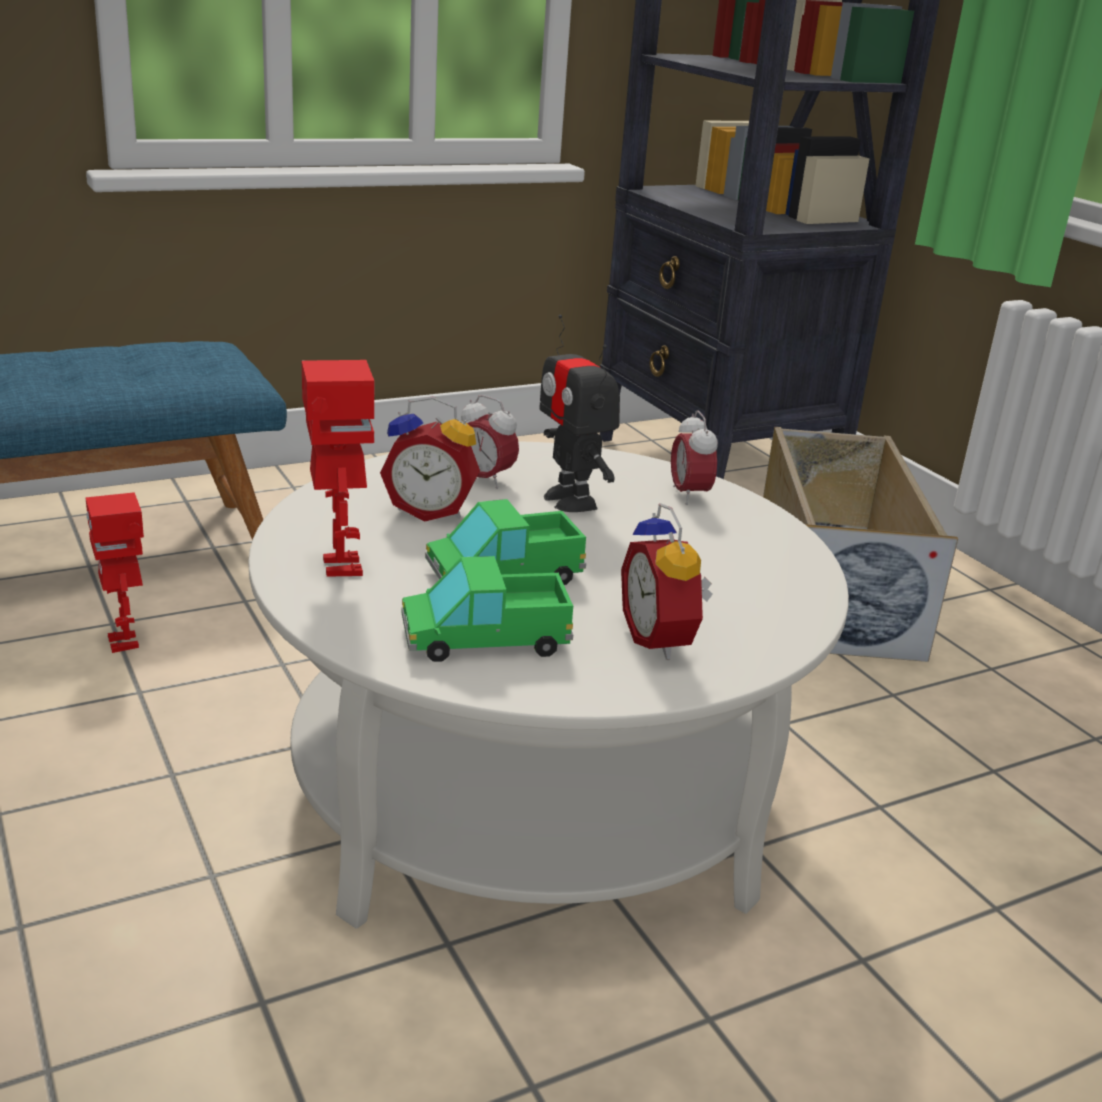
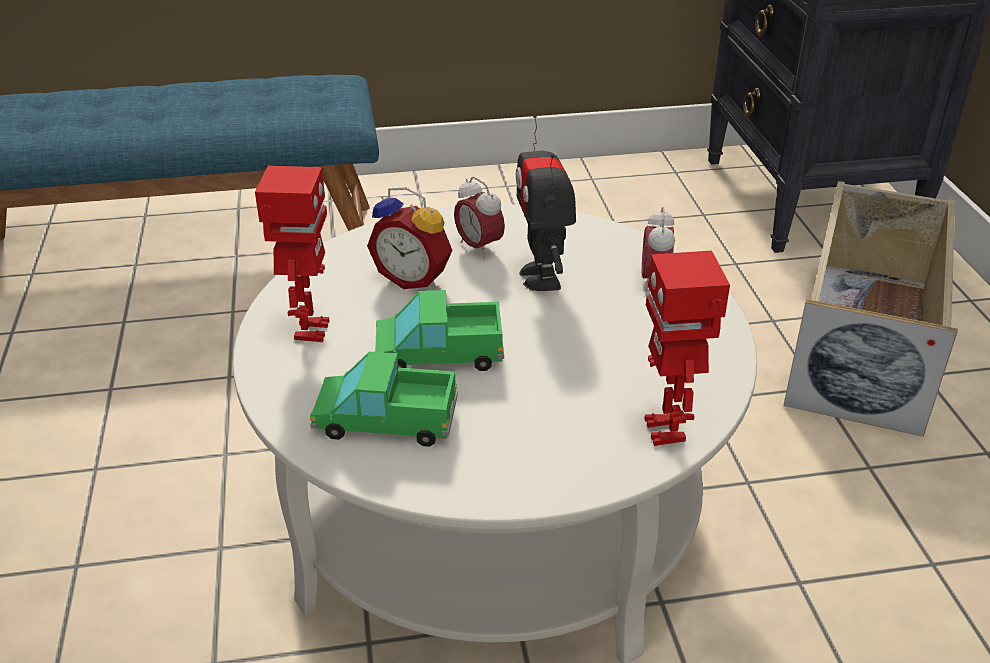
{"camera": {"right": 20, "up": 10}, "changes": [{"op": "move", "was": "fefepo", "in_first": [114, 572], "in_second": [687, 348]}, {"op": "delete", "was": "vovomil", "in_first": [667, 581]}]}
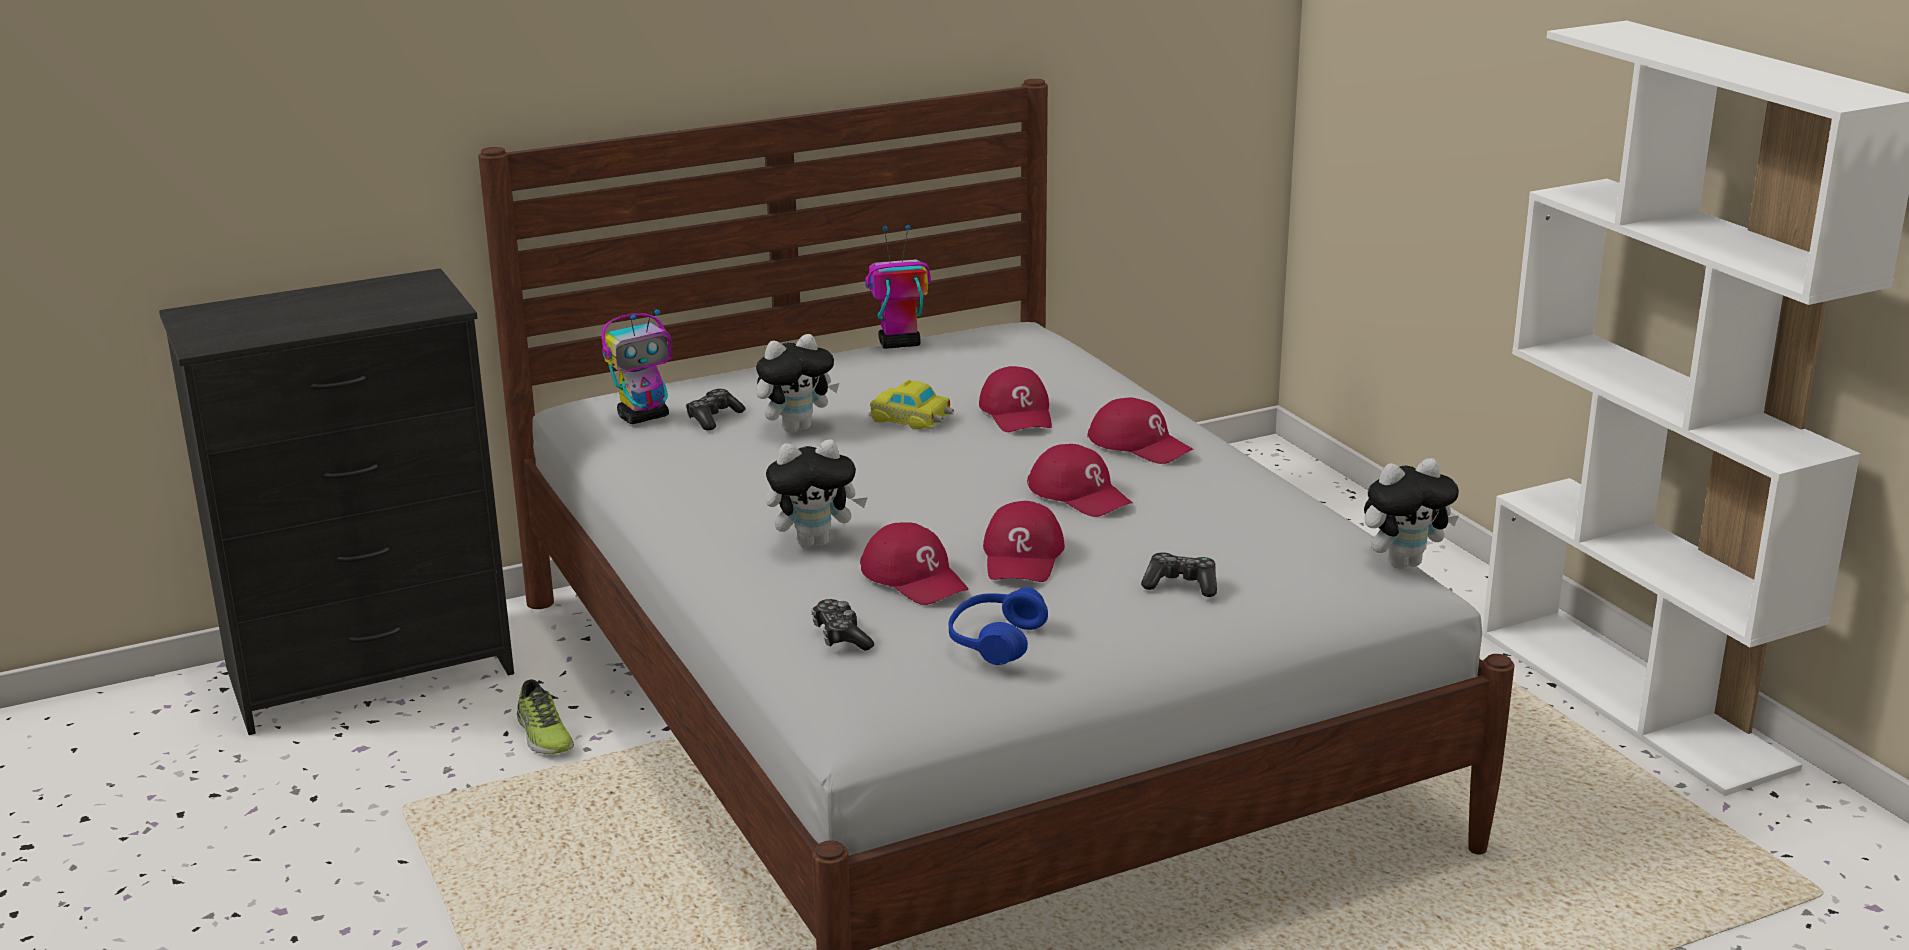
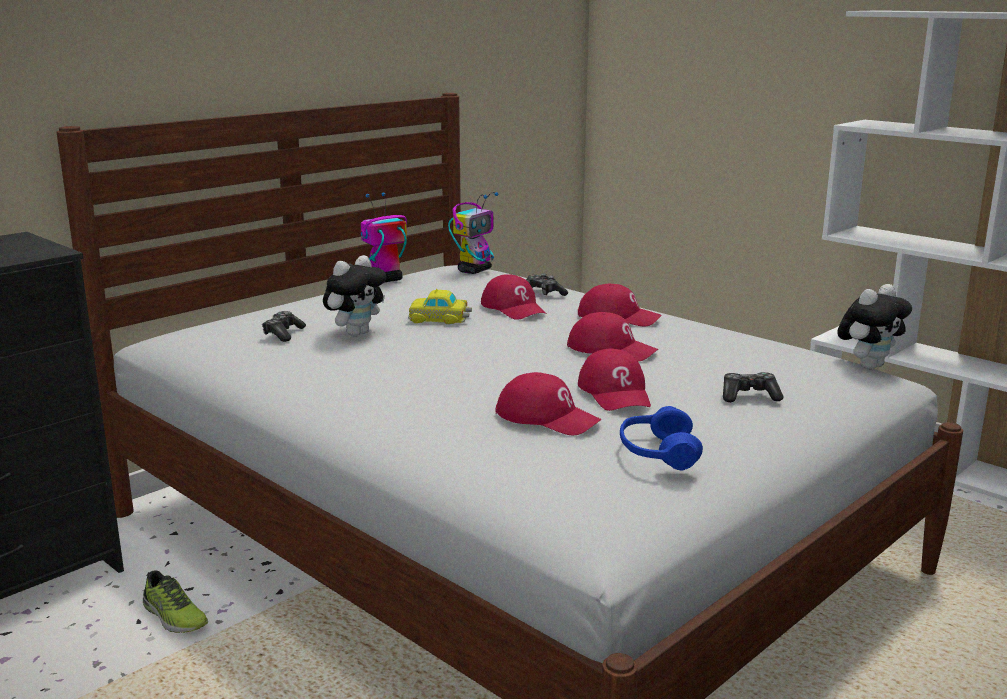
{"camera": {"right": -20, "up": -5}, "changes": [{"op": "move", "was": "fefepo", "in_first": [636, 366], "in_second": [473, 233]}, {"op": "delete", "was": "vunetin", "in_first": [817, 494]}, {"op": "move", "was": "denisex", "in_first": [843, 625], "in_second": [547, 284]}]}
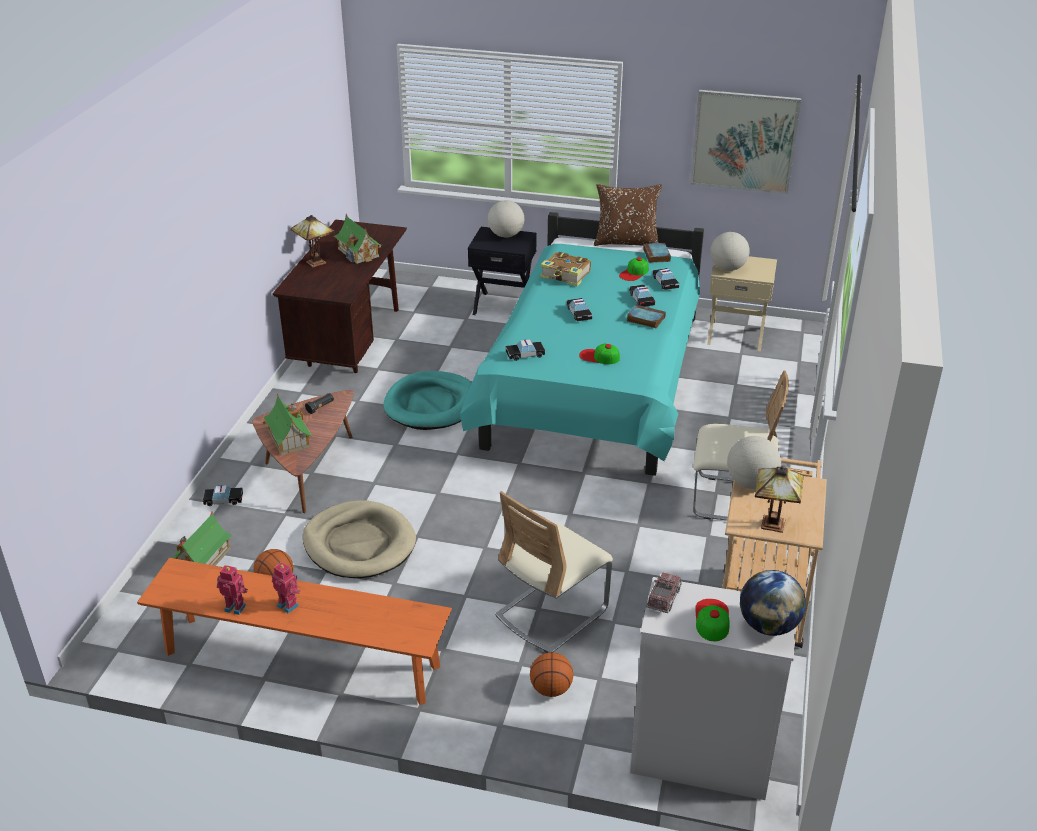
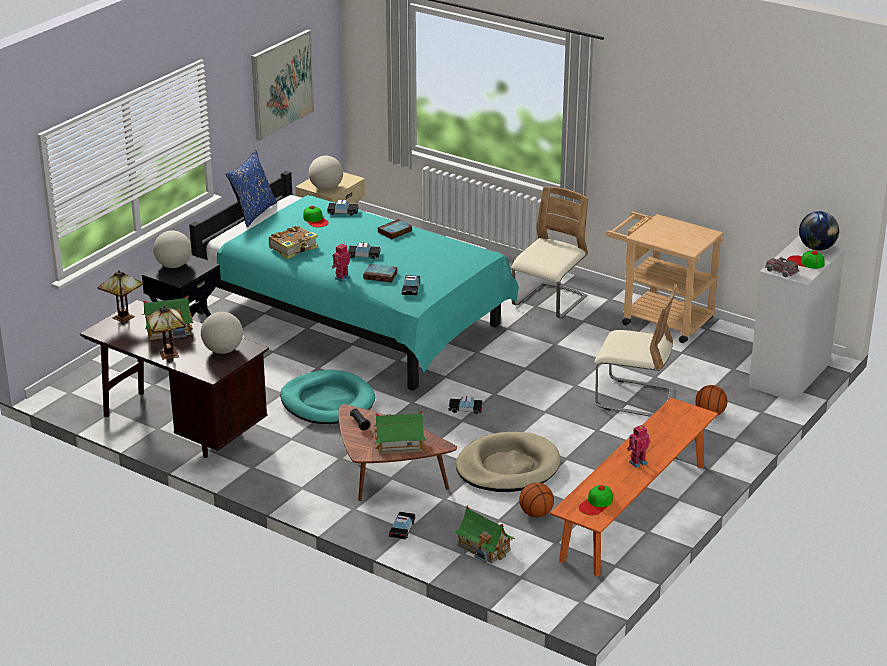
{"camera": {"right": -70, "up": -5}, "changes": [{"op": "recolor", "was": "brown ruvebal", "now": "blue ruvebal", "in_first": [628, 215], "in_second": [251, 188]}, {"op": "move", "was": "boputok", "in_first": [657, 253], "in_second": [380, 273]}, {"op": "move", "was": "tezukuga", "in_first": [642, 296], "in_second": [466, 405]}, {"op": "move", "was": "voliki", "in_first": [599, 353], "in_second": [595, 500]}, {"op": "move", "was": "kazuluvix", "in_first": [754, 462], "in_second": [222, 333]}, {"op": "move", "was": "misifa", "in_first": [779, 499], "in_second": [121, 296]}, {"op": "rotate", "was": "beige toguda", "in_first": [554, 572], "in_second": [635, 350], "clockwise": -45}, {"op": "move", "was": "fefepo", "in_first": [232, 590], "in_second": [341, 262]}]}
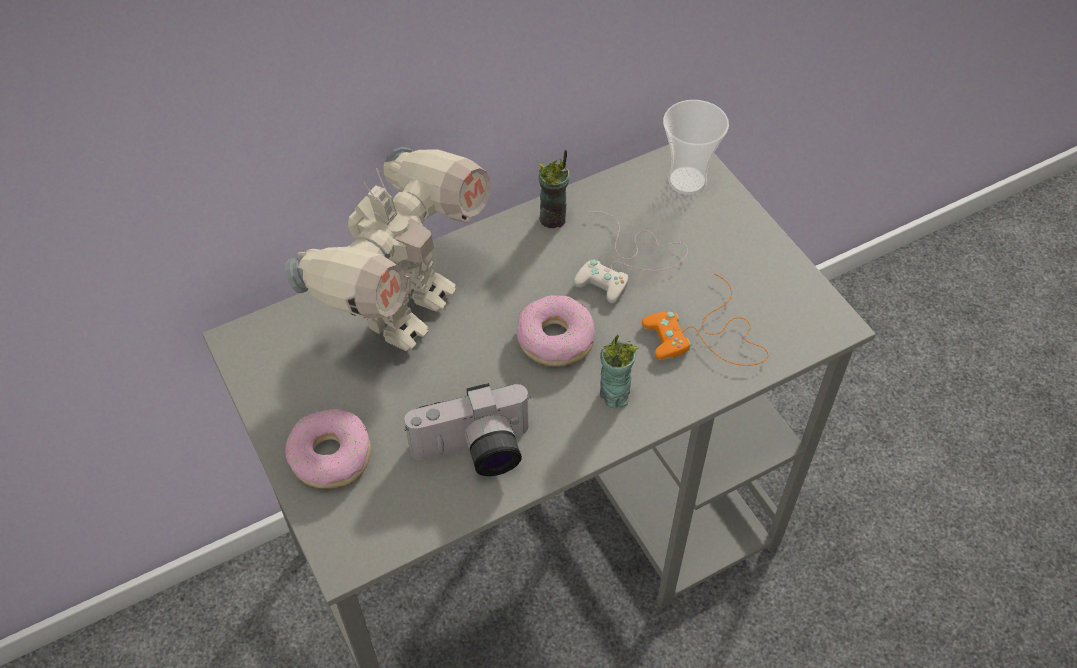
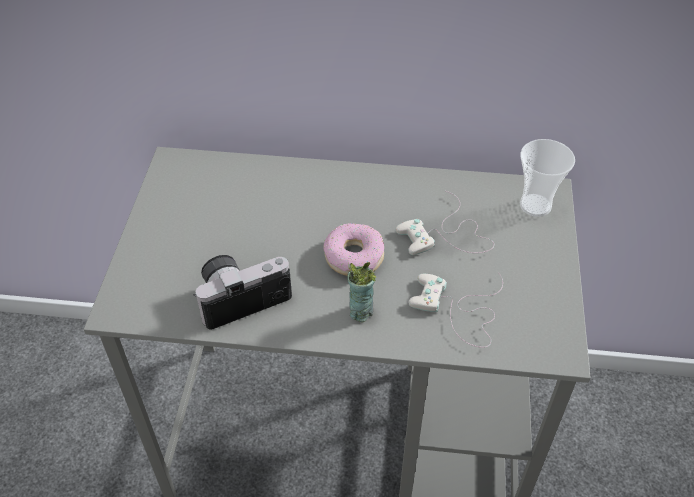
{"camera": {"right": 35, "up": -5}, "changes": [{"op": "delete", "was": "fefepo", "in_first": [388, 249]}, {"op": "delete", "was": "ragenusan", "in_first": [554, 188]}, {"op": "recolor", "was": "orange denisex", "now": "white denisex", "in_first": [705, 320], "in_second": [455, 310]}, {"op": "rotate", "was": "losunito", "in_first": [467, 429], "in_second": [242, 292], "clockwise": 135}, {"op": "delete", "was": "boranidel", "in_first": [328, 449]}]}
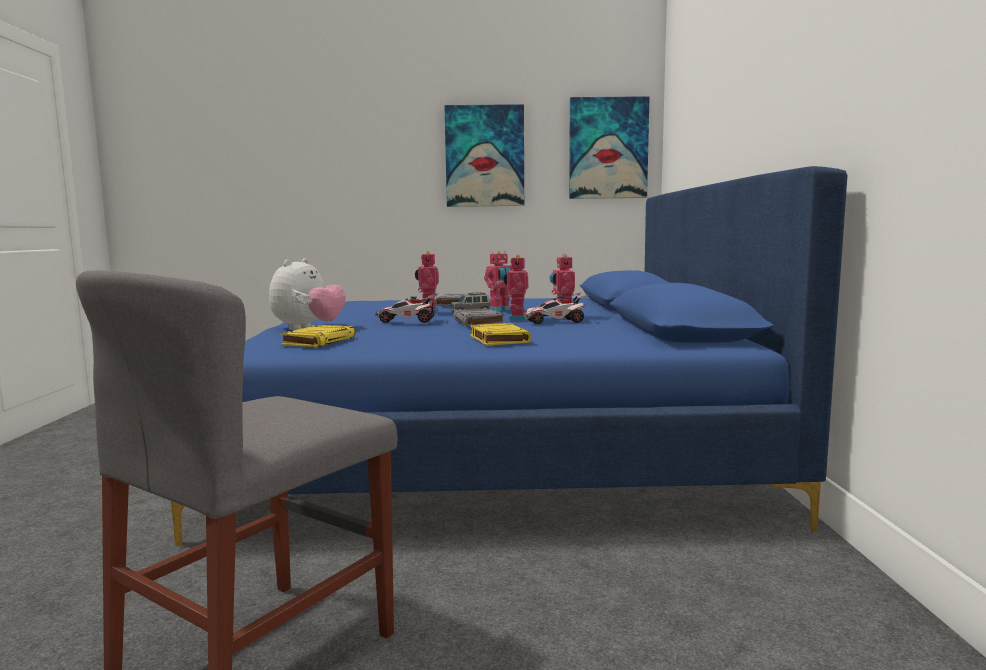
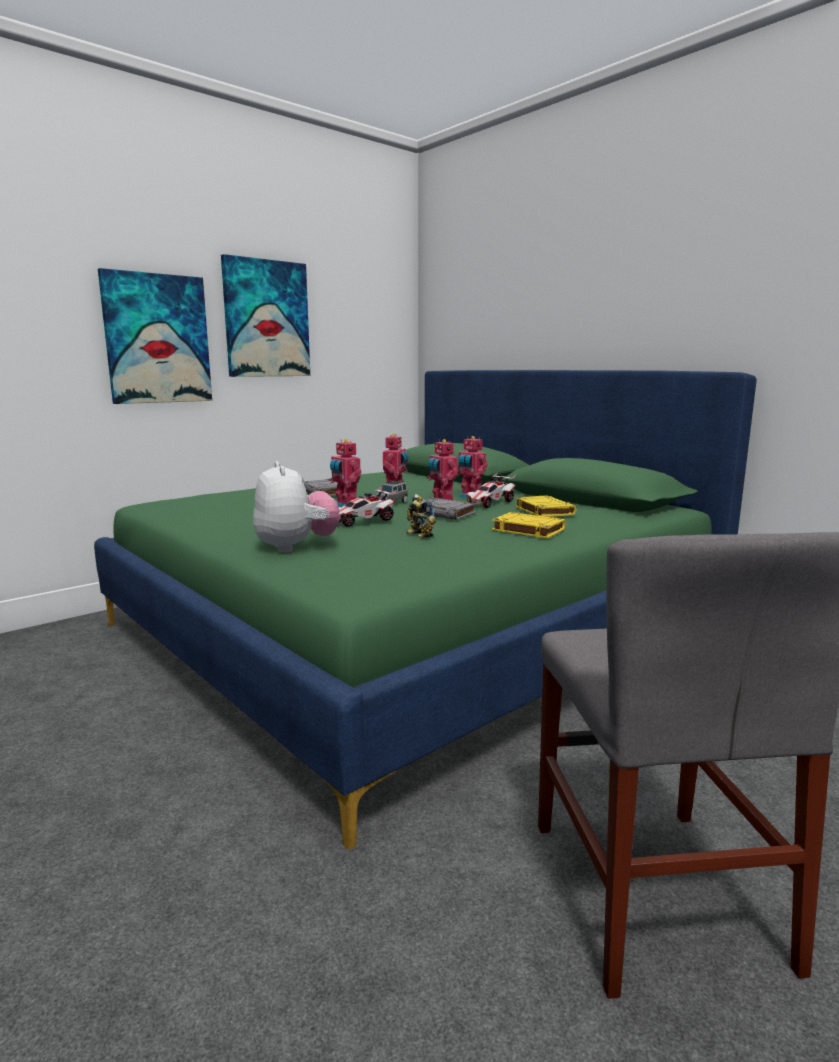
{"camera": {"right": -40, "up": 5}, "changes": [{"op": "move", "was": "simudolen", "in_first": [609, 147], "in_second": [155, 336]}, {"op": "recolor", "was": "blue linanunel", "now": "green linanunel", "in_first": [509, 356], "in_second": [425, 610]}, {"op": "move", "was": "yellow boputok", "in_first": [318, 336], "in_second": [545, 506]}, {"op": "insert", "now": "fefepo", "in_second": [421, 516]}]}
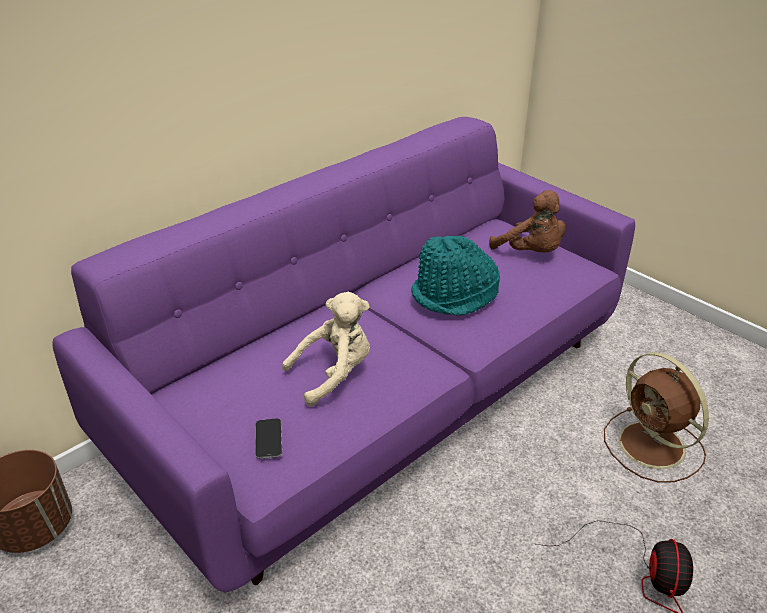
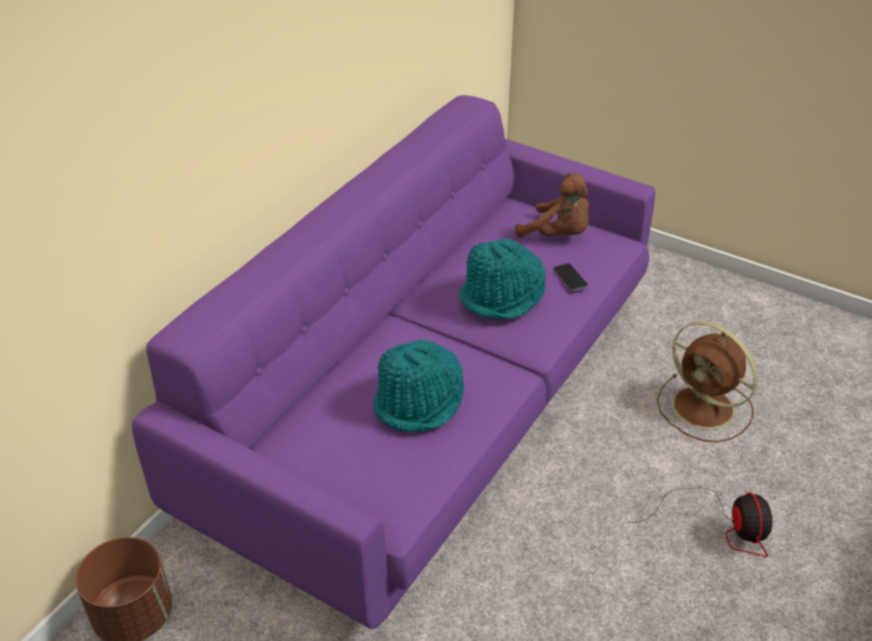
{"camera": {"right": -15, "up": 5}, "changes": [{"op": "replace", "was": "beige vunetin", "now": "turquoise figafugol", "in_first": [326, 349], "in_second": [418, 385]}, {"op": "move", "was": "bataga", "in_first": [268, 439], "in_second": [570, 277]}]}
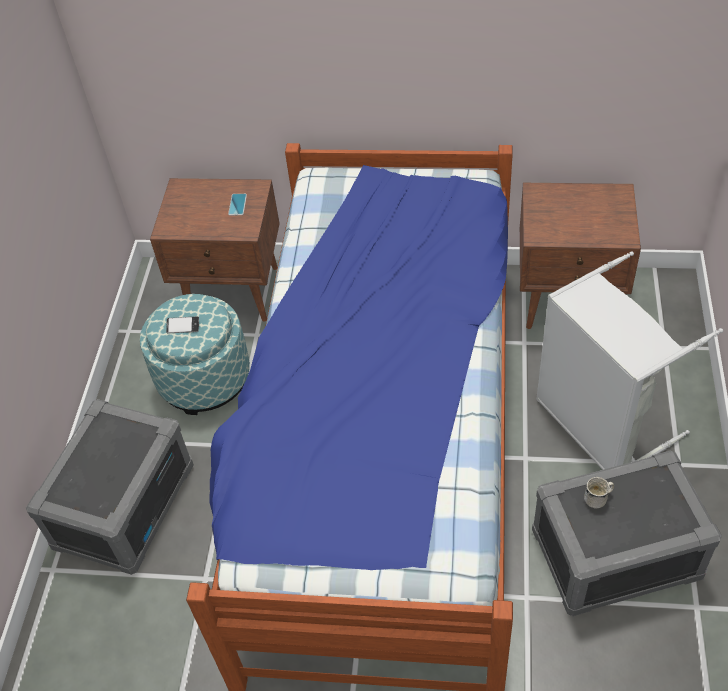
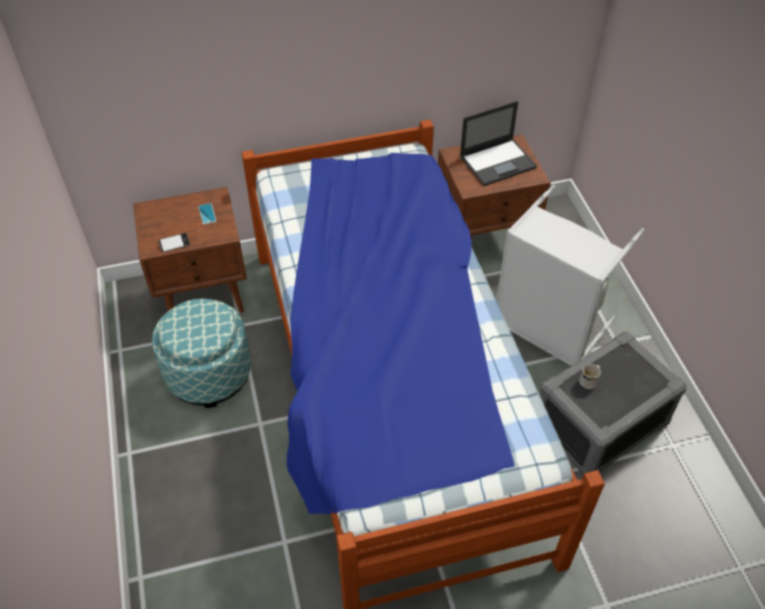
{"camera": {"right": -25, "up": 0}, "changes": [{"op": "move", "was": "bataga", "in_first": [182, 324], "in_second": [174, 242]}, {"op": "delete", "was": "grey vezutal", "in_first": [110, 487]}, {"op": "insert", "now": "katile", "in_second": [498, 143]}]}
